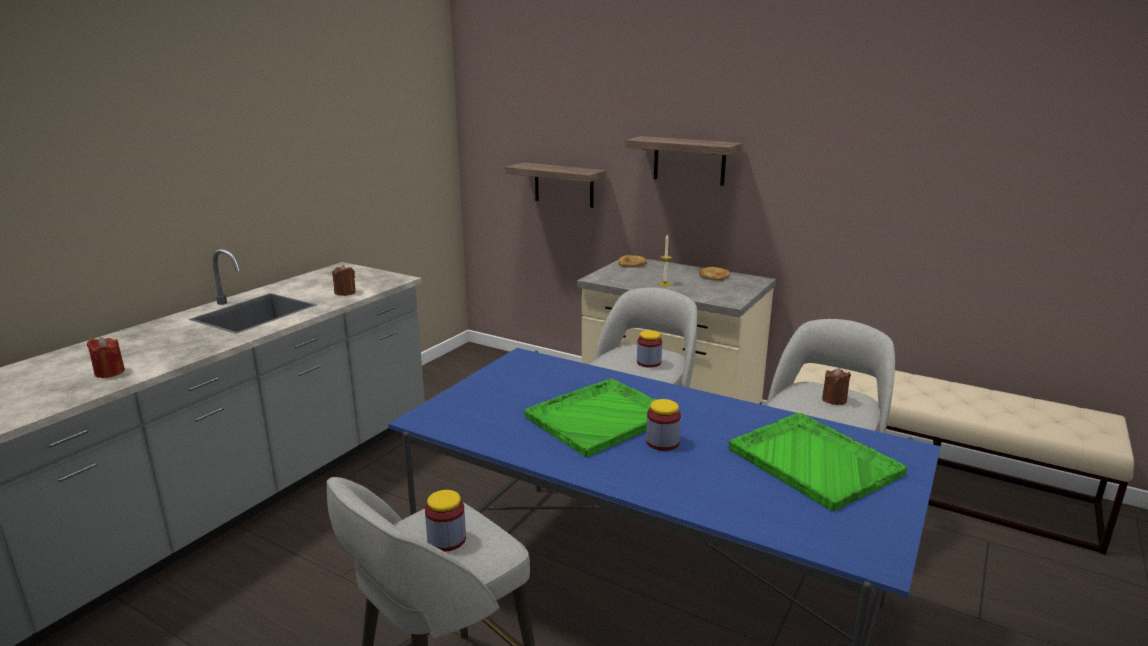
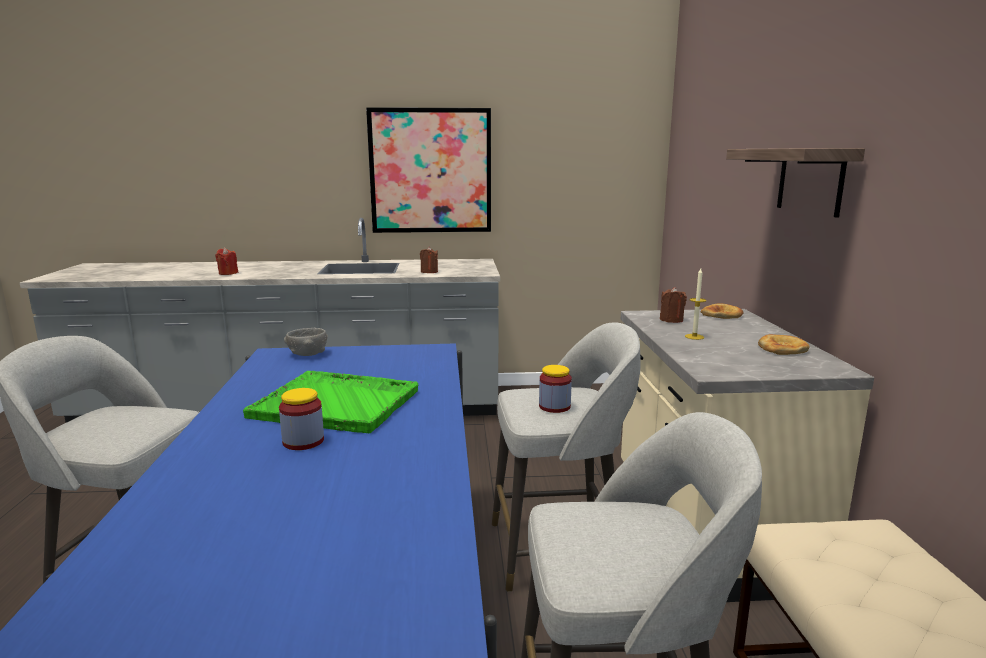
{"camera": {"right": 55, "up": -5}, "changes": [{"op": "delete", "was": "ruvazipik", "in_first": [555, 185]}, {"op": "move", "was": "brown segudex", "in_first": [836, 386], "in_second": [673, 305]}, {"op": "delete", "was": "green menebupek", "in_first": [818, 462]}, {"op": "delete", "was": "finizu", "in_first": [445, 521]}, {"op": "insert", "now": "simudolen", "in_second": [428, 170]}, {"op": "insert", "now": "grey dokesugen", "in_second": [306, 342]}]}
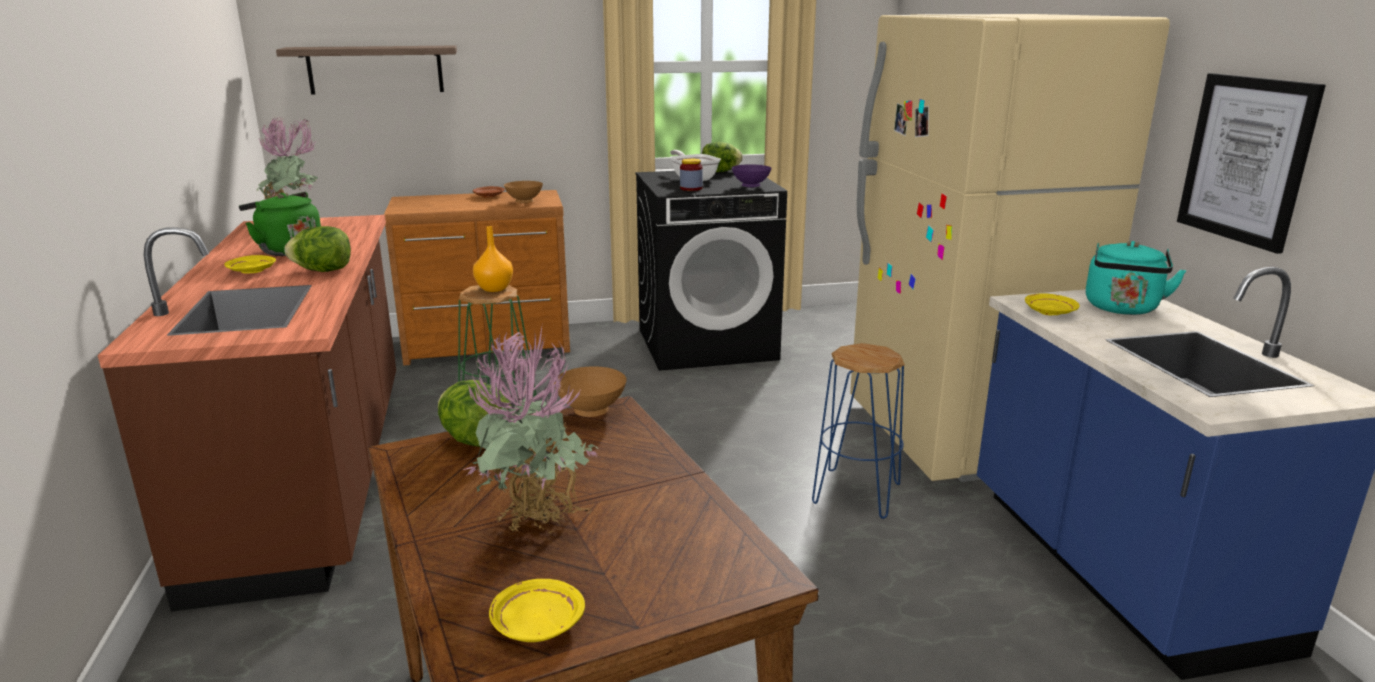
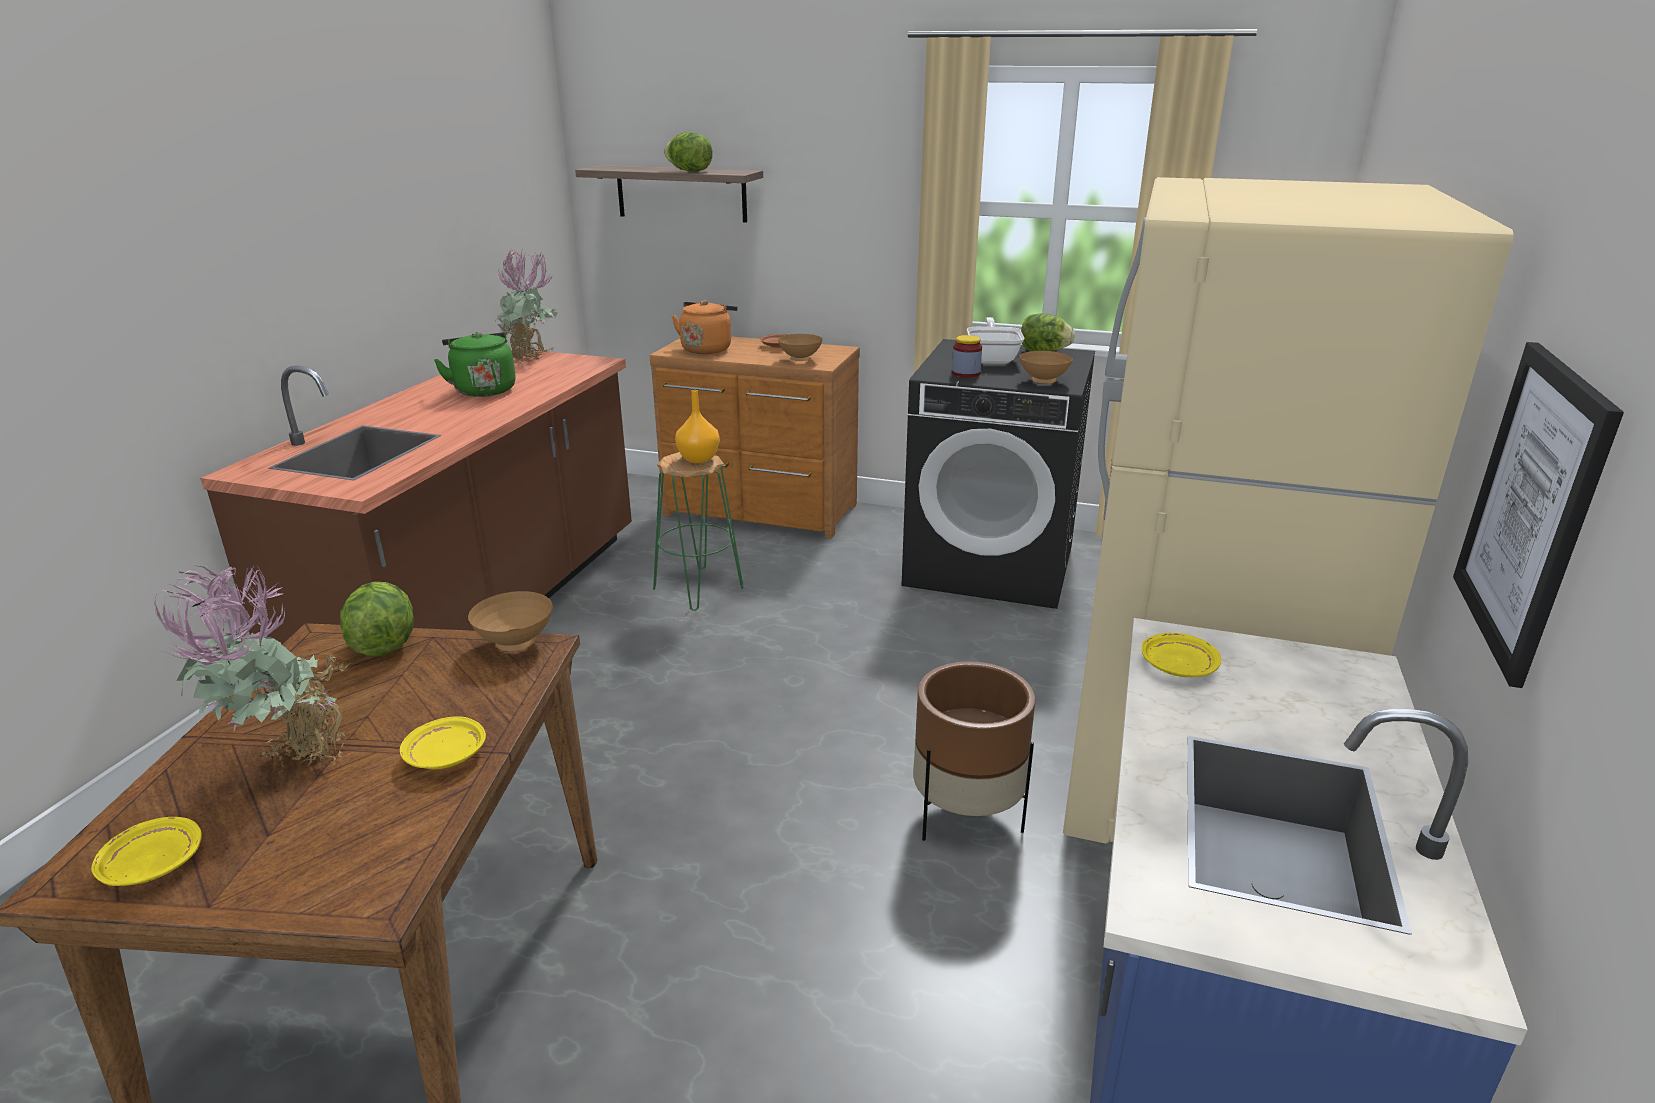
{"camera": {"right": 30, "up": 5}, "changes": [{"op": "recolor", "was": "purple dokesugen", "now": "brown dokesugen", "in_first": [752, 176], "in_second": [1046, 367]}, {"op": "move", "was": "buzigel", "in_first": [317, 249], "in_second": [688, 152]}, {"op": "delete", "was": "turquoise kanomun", "in_first": [1136, 278]}, {"op": "move", "was": "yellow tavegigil", "in_first": [250, 264], "in_second": [443, 743]}, {"op": "replace", "was": "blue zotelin", "now": "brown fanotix", "in_first": [858, 431], "in_second": [974, 751]}, {"op": "insert", "now": "orange kanomun", "in_second": [705, 327]}]}
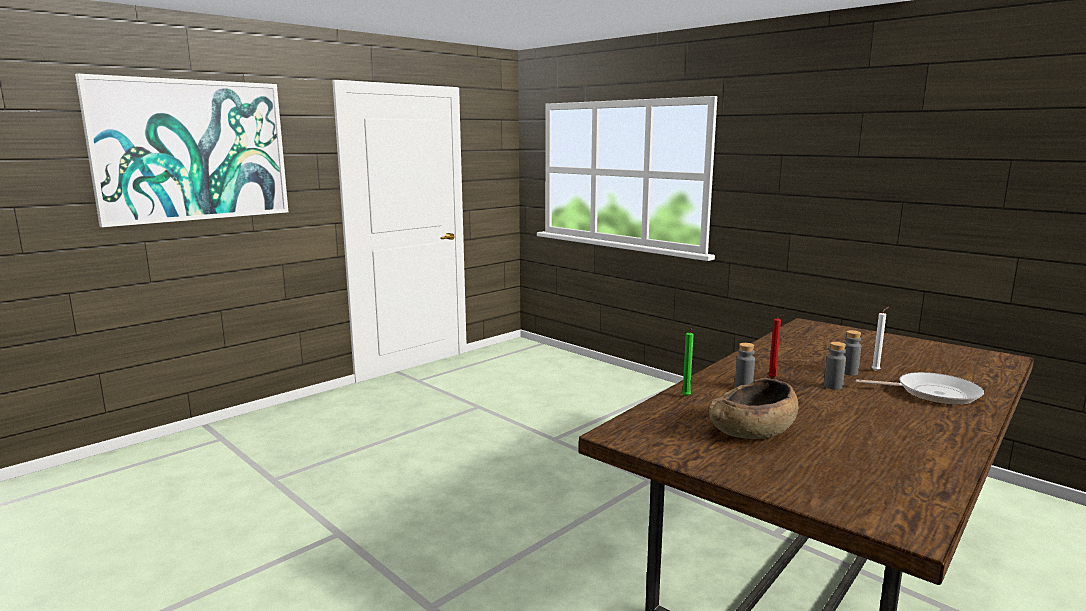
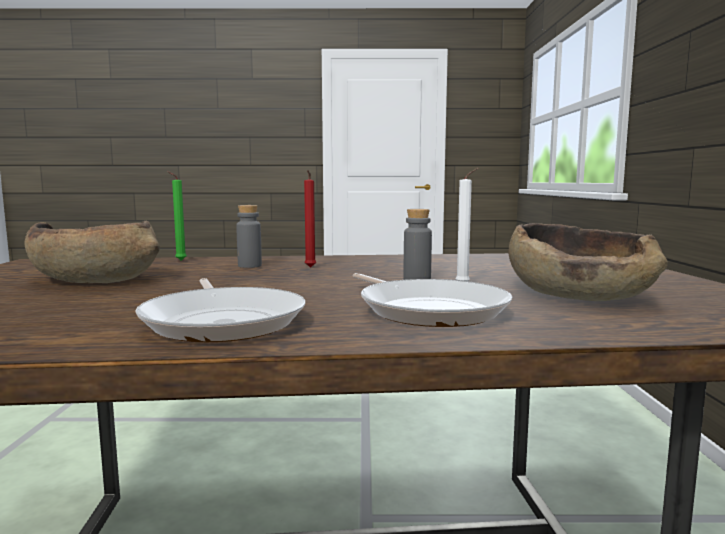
{"camera": {"right": 45, "up": -5}, "changes": [{"op": "delete", "was": "simudolen", "in_first": [181, 150]}, {"op": "delete", "was": "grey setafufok", "in_first": [835, 366]}, {"op": "insert", "now": "brown dokesugen", "in_second": [588, 262]}, {"op": "insert", "now": "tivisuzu", "in_second": [220, 310]}]}
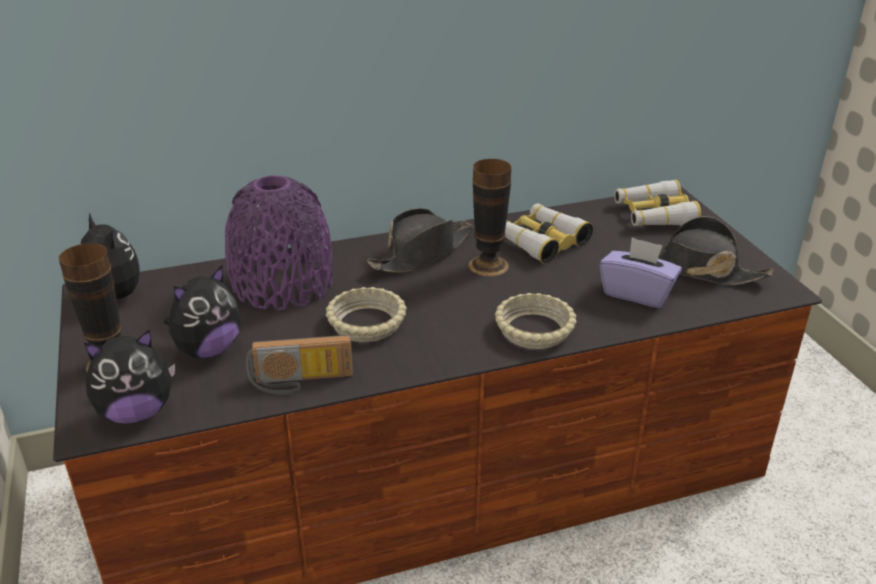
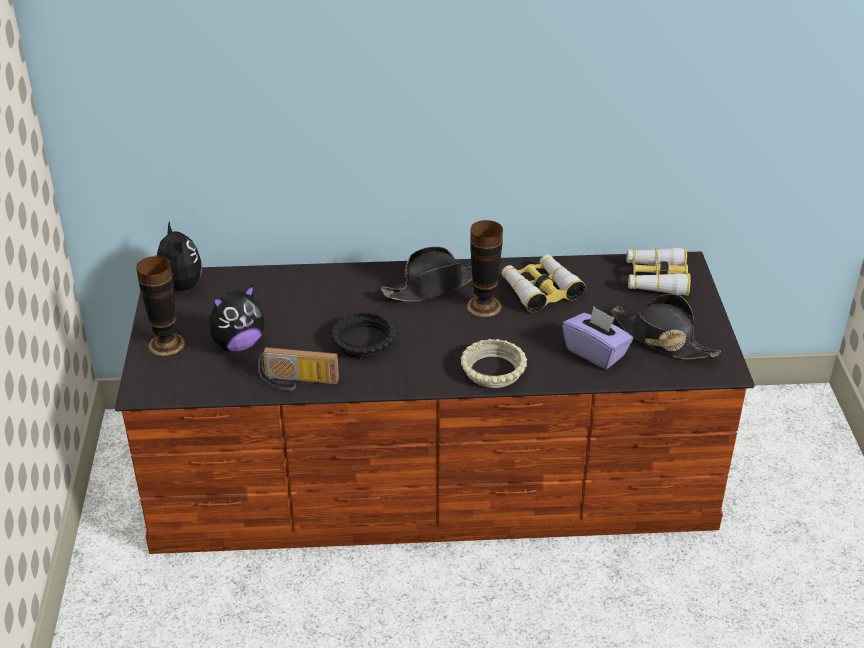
{"camera": {"right": 15, "up": 5}, "changes": [{"op": "delete", "was": "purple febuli", "in_first": [279, 242]}, {"op": "recolor", "was": "beige dokesugen", "now": "black dokesugen", "in_first": [366, 314], "in_second": [363, 335]}, {"op": "delete", "was": "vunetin", "in_first": [129, 377]}]}
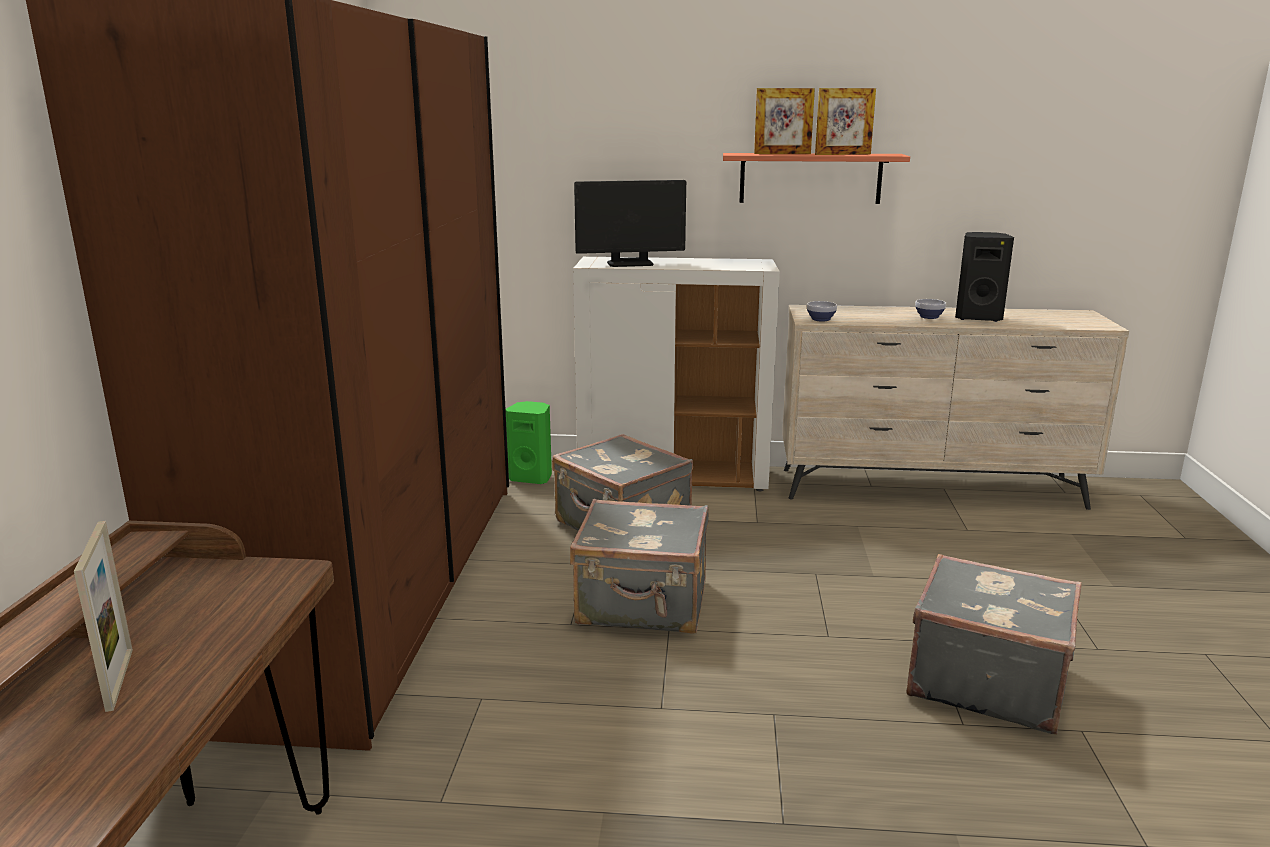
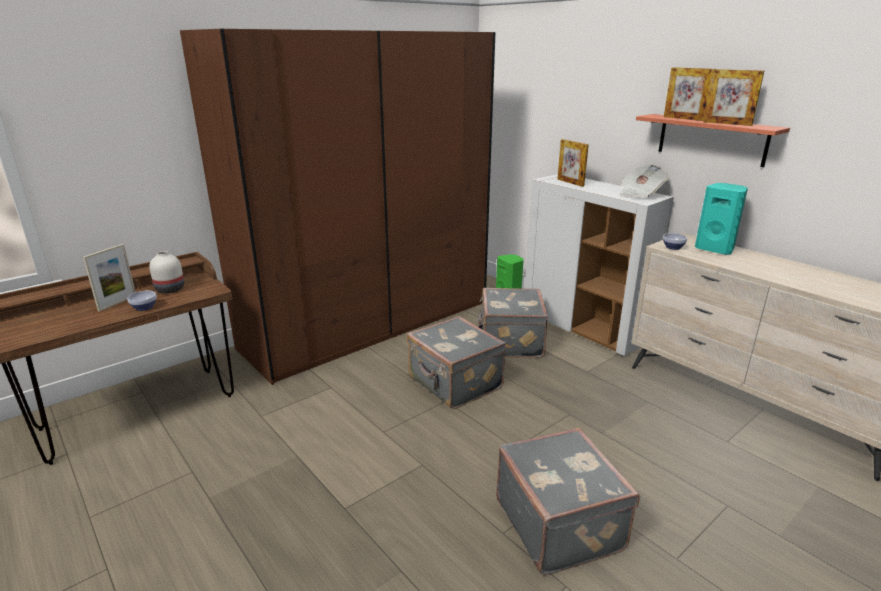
{"camera": {"right": 45, "up": 5}, "changes": [{"op": "replace", "was": "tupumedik", "now": "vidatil", "in_first": [630, 223], "in_second": [573, 163]}, {"op": "delete", "was": "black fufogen", "in_first": [984, 277]}, {"op": "move", "was": "dokesugen", "in_first": [930, 309], "in_second": [142, 301]}, {"op": "insert", "now": "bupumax", "in_second": [643, 181]}, {"op": "insert", "now": "turquoise fufogen", "in_second": [721, 219]}, {"op": "insert", "now": "white febuli", "in_second": [166, 272]}]}
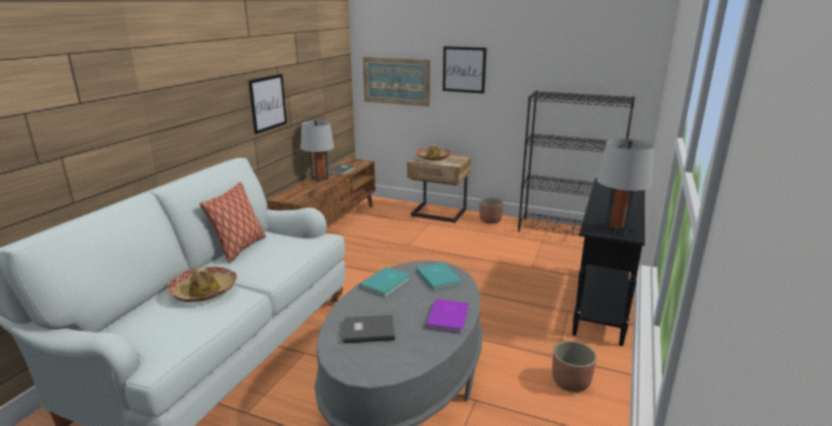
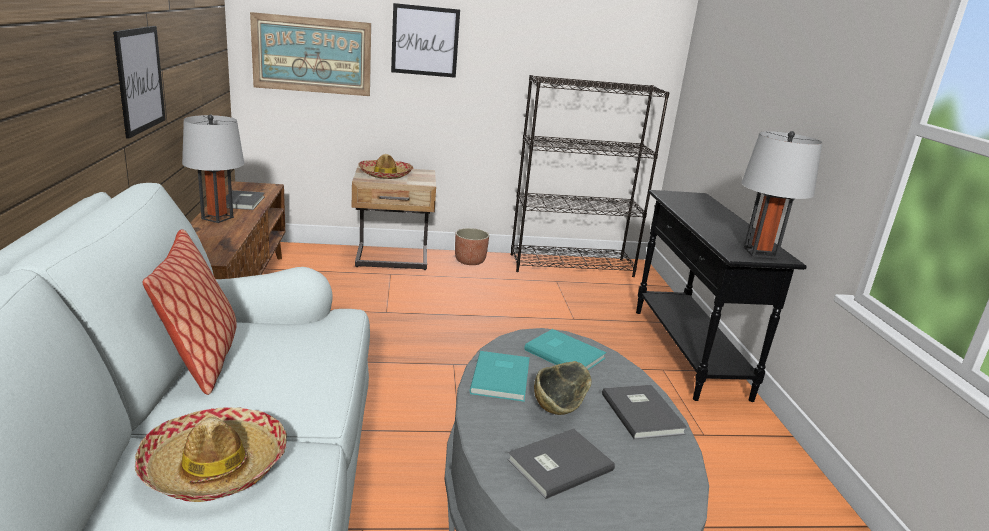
{"camera": {"right": -30, "up": 0}, "changes": [{"op": "recolor", "was": "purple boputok", "now": "grey boputok", "in_first": [447, 316], "in_second": [644, 412]}, {"op": "delete", "was": "fanotix", "in_first": [574, 366]}, {"op": "insert", "now": "dokesugen", "in_second": [563, 388]}]}
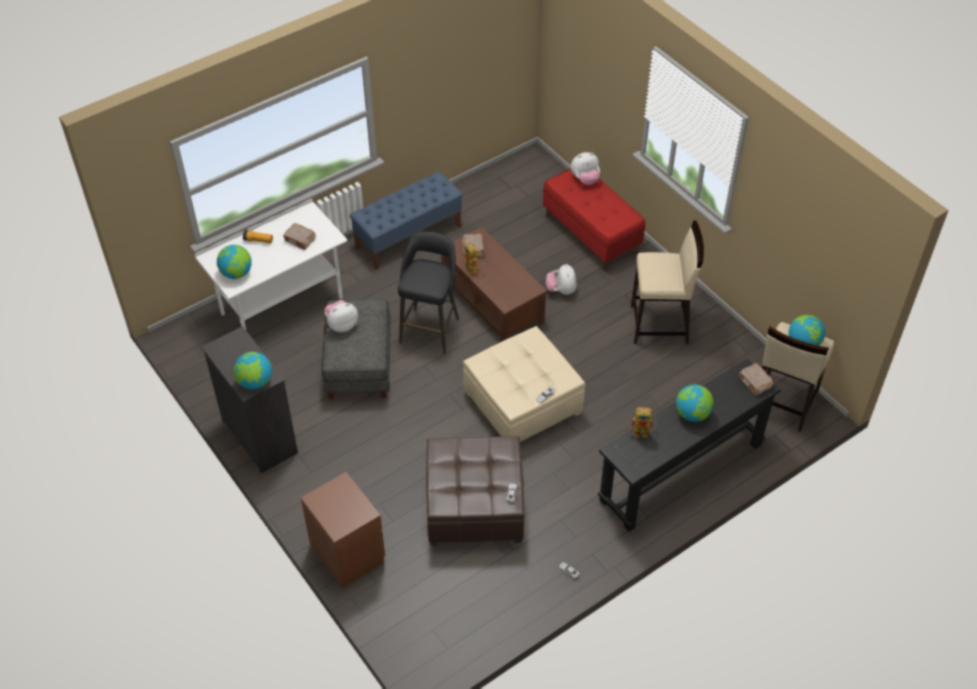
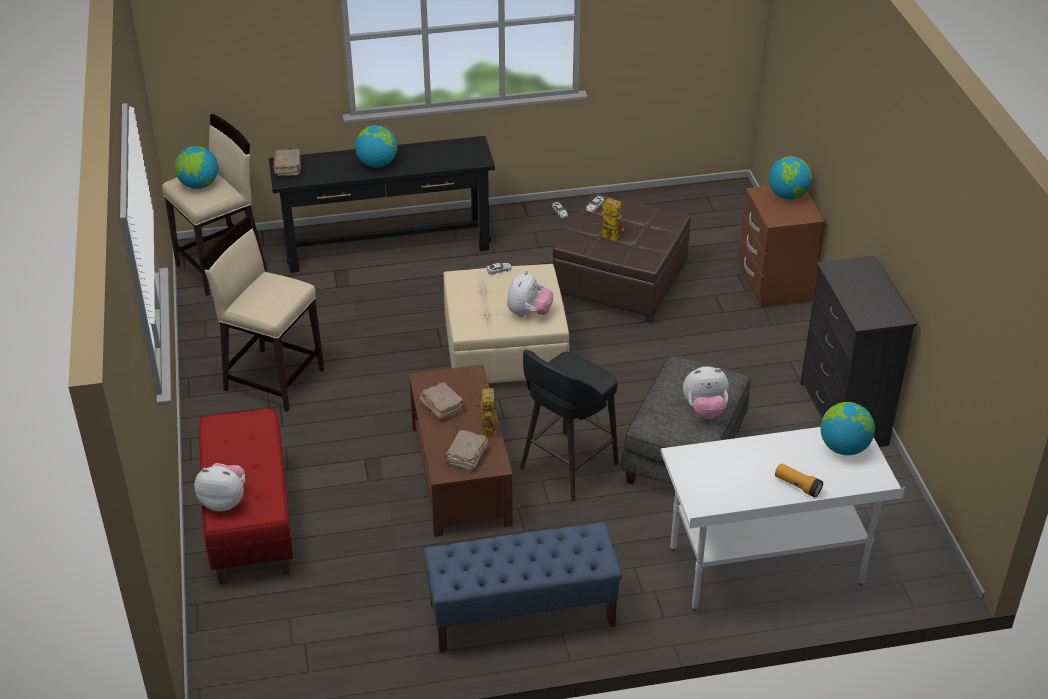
{"camera": {"right": -155, "up": -10}, "changes": [{"op": "move", "was": "brown boputok", "in_first": [299, 236], "in_second": [442, 401]}, {"op": "move", "was": "vunetin", "in_first": [561, 279], "in_second": [530, 293]}, {"op": "move", "was": "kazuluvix", "in_first": [252, 370], "in_second": [790, 178]}, {"op": "move", "was": "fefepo", "in_first": [643, 422], "in_second": [608, 219]}]}
